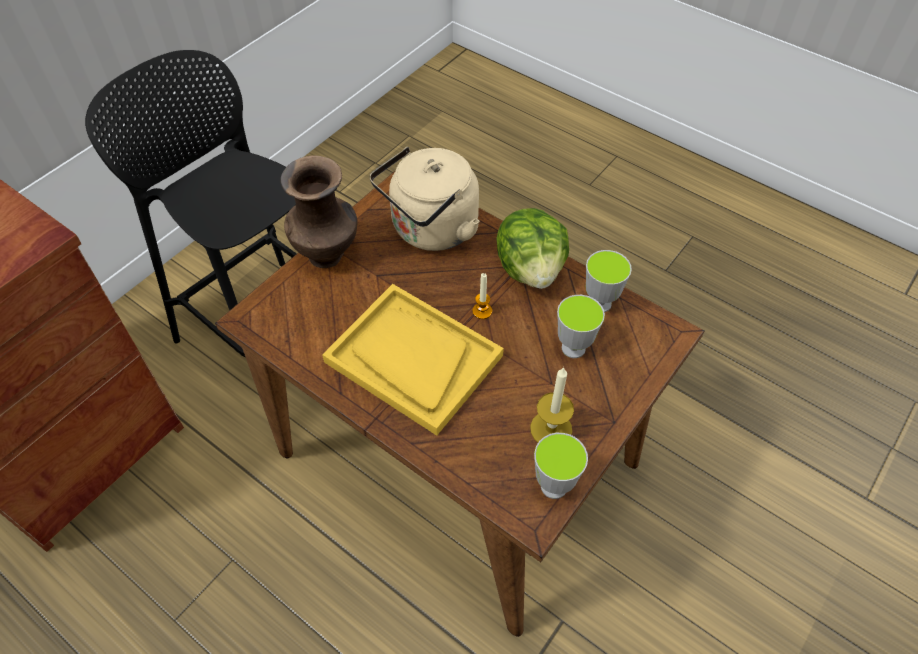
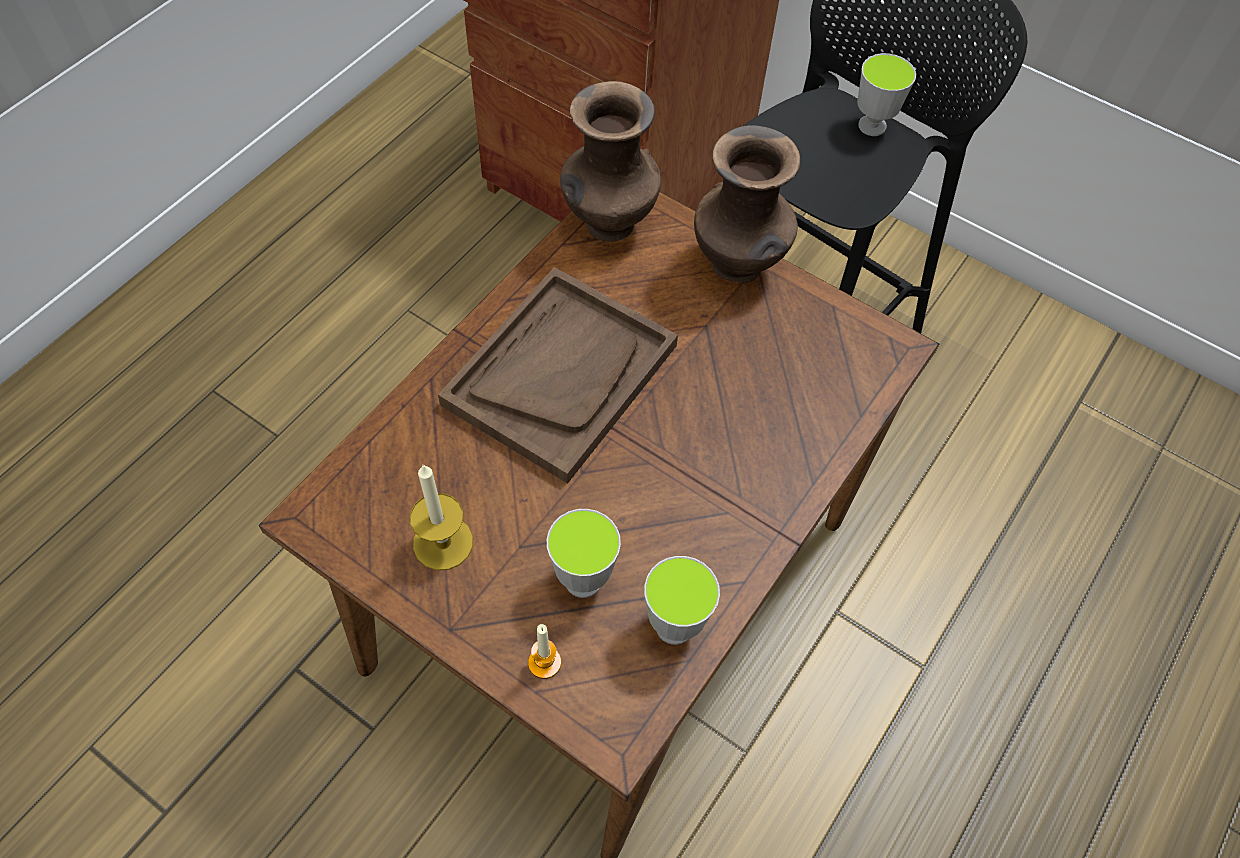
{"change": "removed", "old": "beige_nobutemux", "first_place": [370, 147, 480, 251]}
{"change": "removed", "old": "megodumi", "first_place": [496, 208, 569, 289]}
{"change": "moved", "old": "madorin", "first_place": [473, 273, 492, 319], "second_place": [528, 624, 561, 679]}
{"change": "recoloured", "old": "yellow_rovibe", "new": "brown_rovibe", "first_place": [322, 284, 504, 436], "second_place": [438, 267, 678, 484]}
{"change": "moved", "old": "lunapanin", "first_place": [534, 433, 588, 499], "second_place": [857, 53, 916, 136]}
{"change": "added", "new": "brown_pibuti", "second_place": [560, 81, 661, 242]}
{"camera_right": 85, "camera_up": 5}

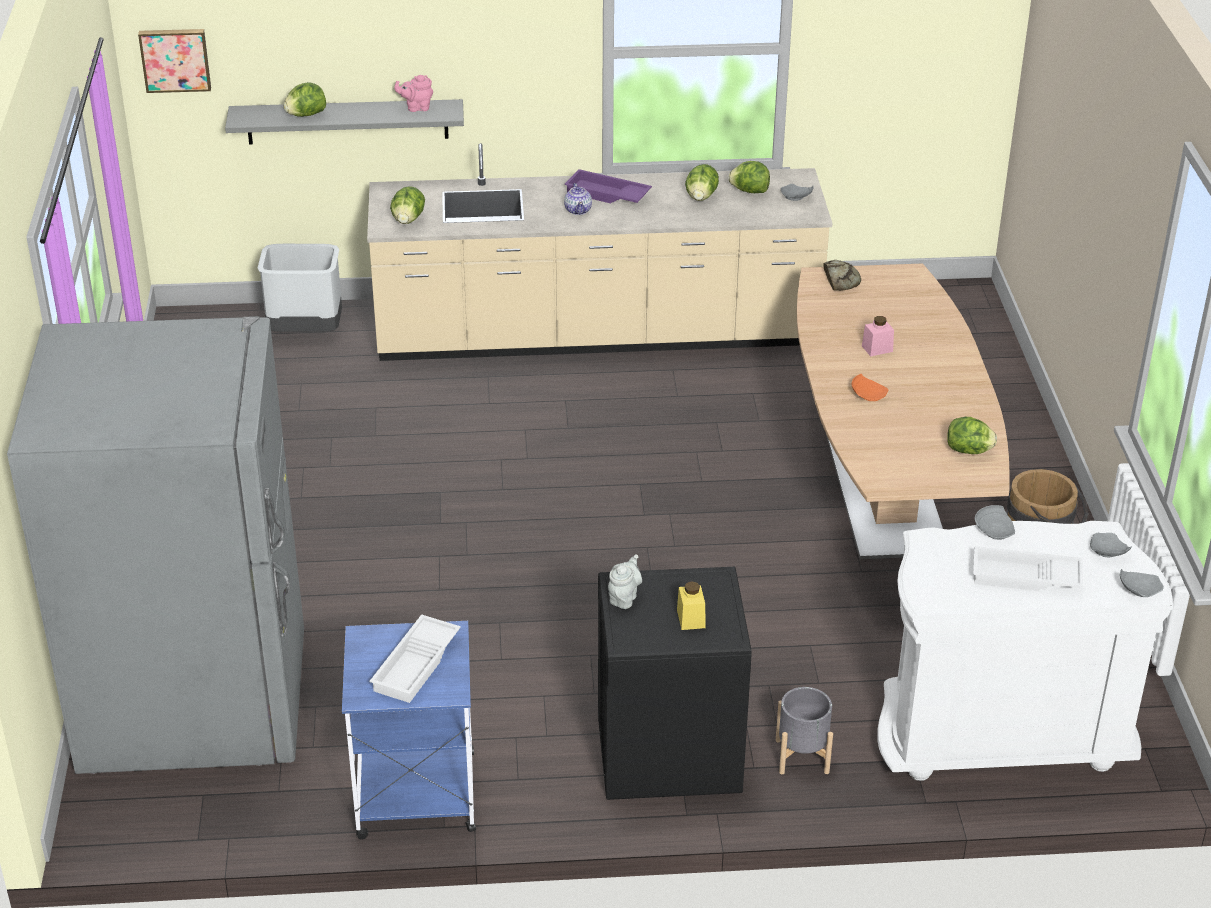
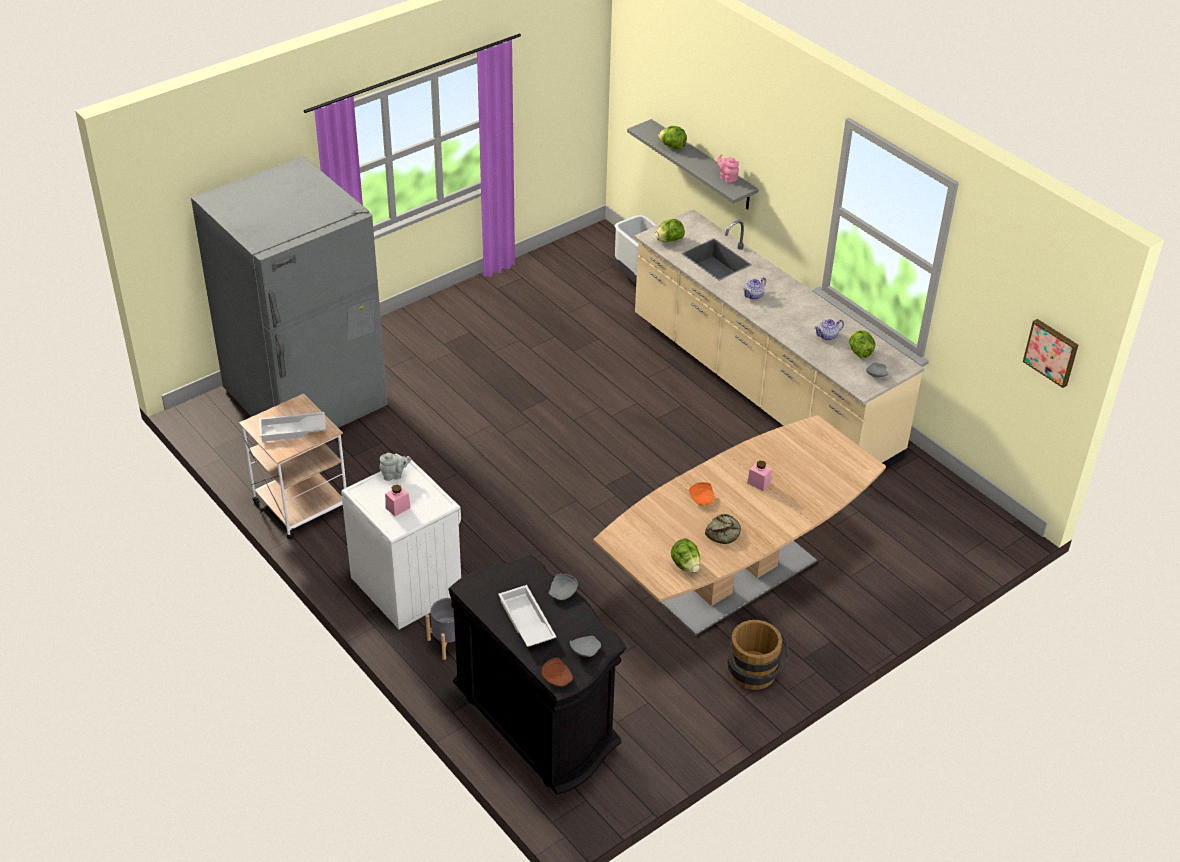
{"change": "moved", "old": "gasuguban", "first_place": [138, 29, 211, 93], "second_place": [1023, 319, 1078, 388]}
{"change": "replaced", "old": "megodumi", "new": "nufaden", "first_place": [685, 164, 719, 201], "second_place": [814, 319, 844, 340]}
{"change": "removed", "old": "purple_rovibe", "first_place": [565, 169, 652, 203]}
{"change": "moved", "old": "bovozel", "first_place": [823, 260, 861, 291], "second_place": [705, 514, 741, 544]}
{"change": "recoloured", "old": "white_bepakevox", "new": "black_bepakevox", "first_place": [877, 521, 1173, 781], "second_place": [448, 554, 627, 795]}
{"change": "recoloured", "old": "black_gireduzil", "new": "white_gireduzil", "first_place": [598, 567, 752, 800], "second_place": [341, 459, 461, 629]}
{"change": "recoloured", "old": "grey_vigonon", "new": "brown_vigonon", "first_place": [1120, 569, 1164, 597], "second_place": [542, 658, 573, 687]}
{"change": "recoloured", "old": "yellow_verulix", "new": "pink_verulix", "first_place": [677, 581, 705, 630], "second_place": [385, 485, 411, 516]}
{"change": "recoloured", "old": "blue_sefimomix", "new": "beige_sefimomix", "first_place": [342, 621, 476, 839], "second_place": [239, 393, 347, 539]}
{"camera_right": 55, "camera_up": 5}

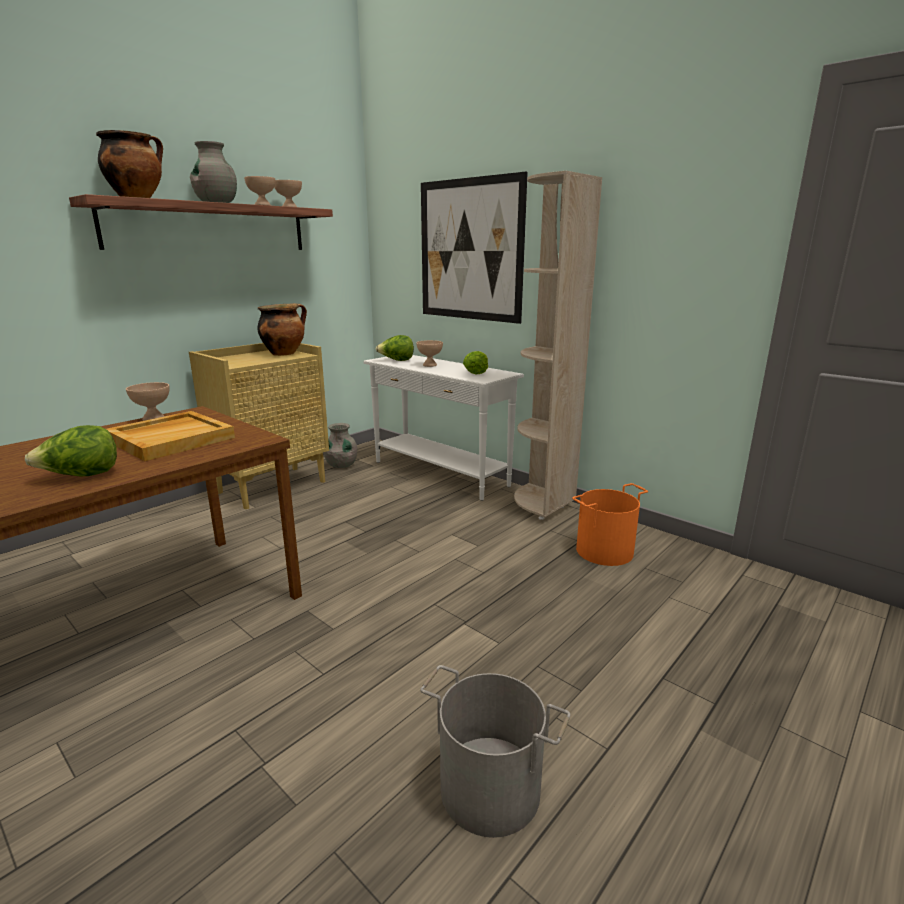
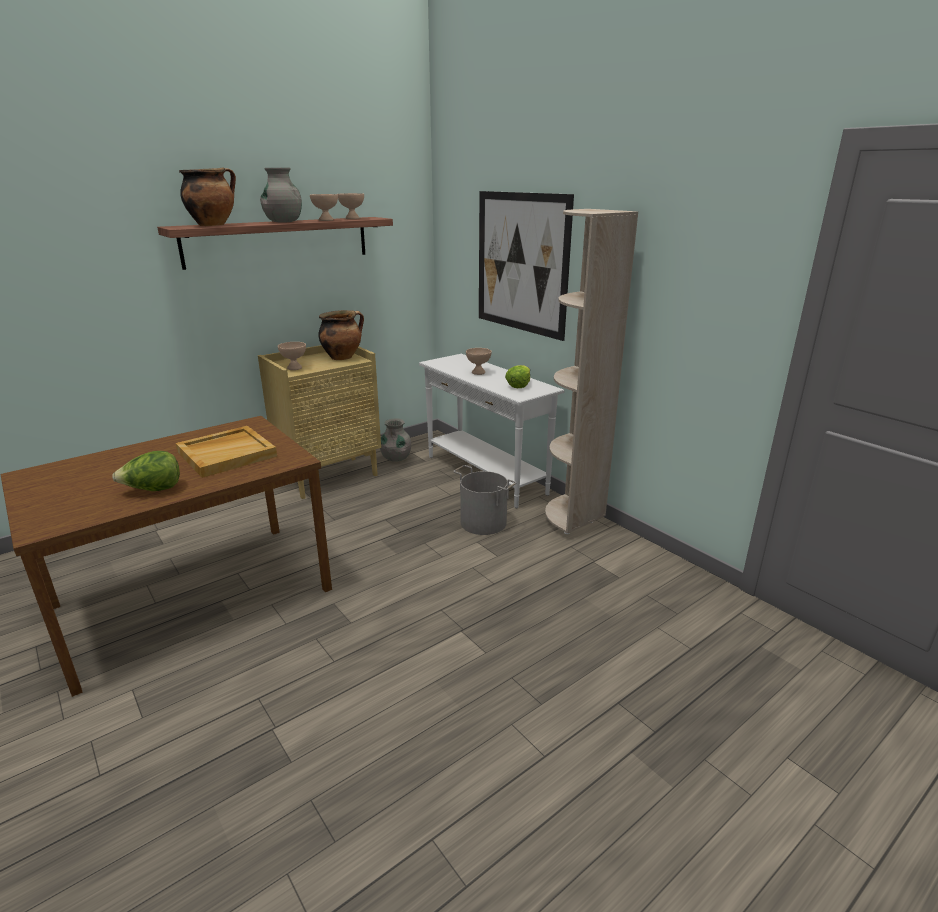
{"change": "removed", "old": "megodumi", "first_place": [376, 335, 414, 361]}
{"change": "moved", "old": "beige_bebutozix", "first_place": [126, 382, 169, 421], "second_place": [278, 342, 306, 370]}
{"change": "removed", "old": "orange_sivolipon", "first_place": [572, 483, 648, 566]}
{"change": "moved", "old": "grey_sivolipon", "first_place": [420, 665, 570, 838], "second_place": [453, 465, 516, 535]}
{"camera_right": 10, "camera_up": 5}

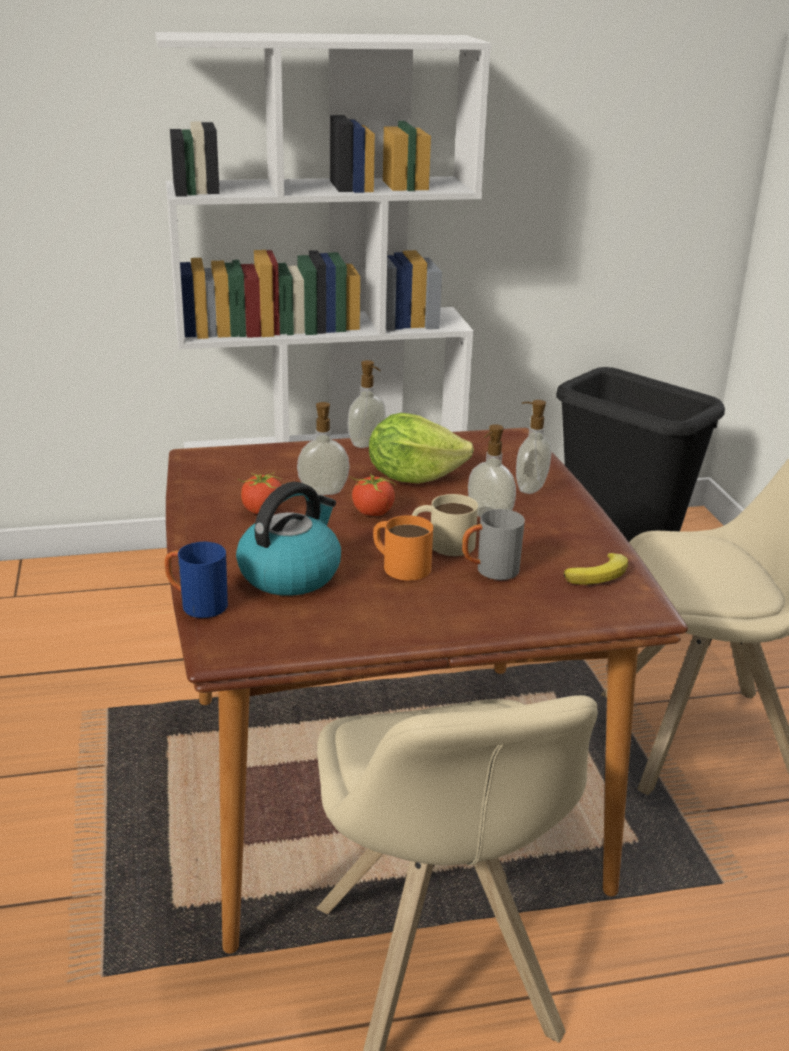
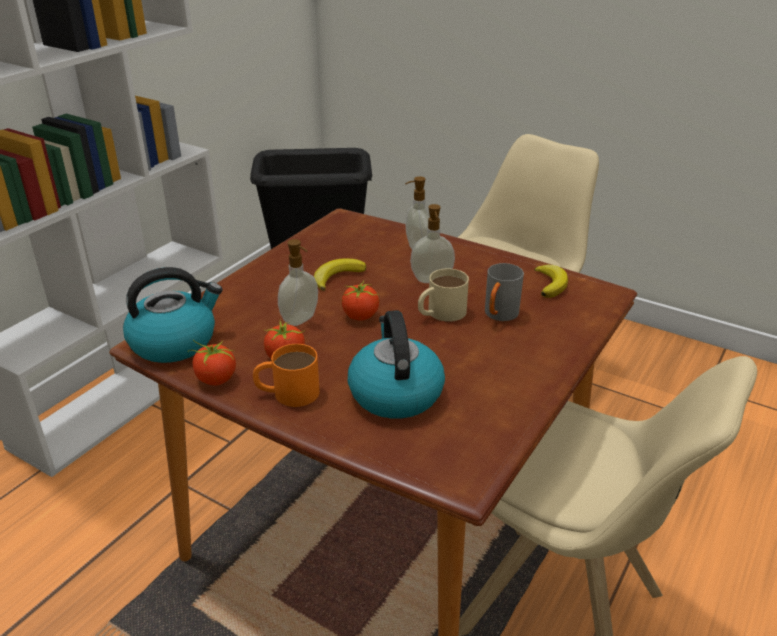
{"change": "removed", "old": "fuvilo", "first_place": [347, 360, 386, 448]}
{"change": "replaced", "old": "megodumi", "new": "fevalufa", "first_place": [369, 413, 474, 484], "second_place": [314, 258, 366, 291]}
{"change": "moved", "old": "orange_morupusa", "first_place": [373, 515, 433, 580], "second_place": [253, 344, 320, 407]}
{"change": "removed", "old": "blue_morupusa", "first_place": [165, 542, 228, 618]}
{"change": "added", "new": "nobutemux", "second_place": [123, 267, 223, 363]}
{"change": "added", "new": "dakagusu", "second_place": [188, 340, 236, 385]}
{"camera_right": -45, "camera_up": 5}

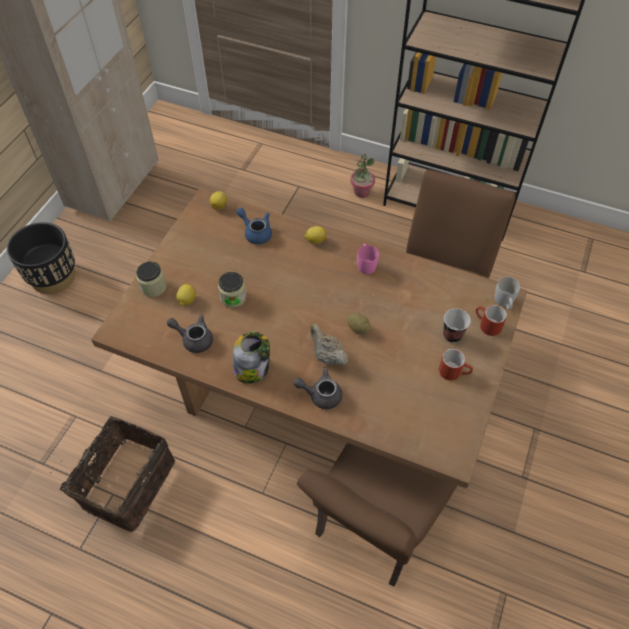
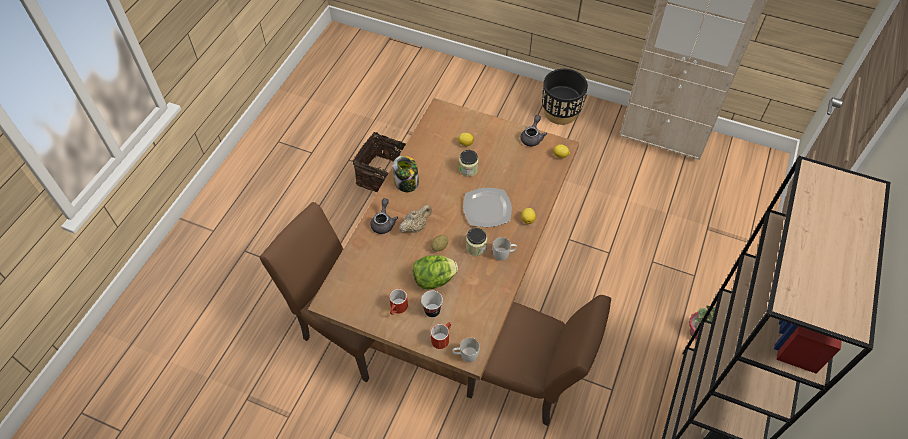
{"change": "removed", "old": "blue_nufaden", "first_place": [236, 208, 272, 244]}
{"change": "recoloured", "old": "pink_morupusa", "new": "white_morupusa", "first_place": [357, 244, 379, 274], "second_place": [493, 237, 517, 261]}
{"change": "moved", "old": "verulix", "first_place": [136, 261, 166, 297], "second_place": [466, 228, 487, 256]}
{"change": "moved", "old": "grey_nufaden", "first_place": [167, 314, 213, 353], "second_place": [521, 115, 547, 146]}
{"change": "added", "new": "vigonon", "second_place": [463, 188, 512, 227]}
{"change": "added", "new": "megodumi", "second_place": [413, 255, 458, 290]}
{"camera_right": 90, "camera_up": 0}

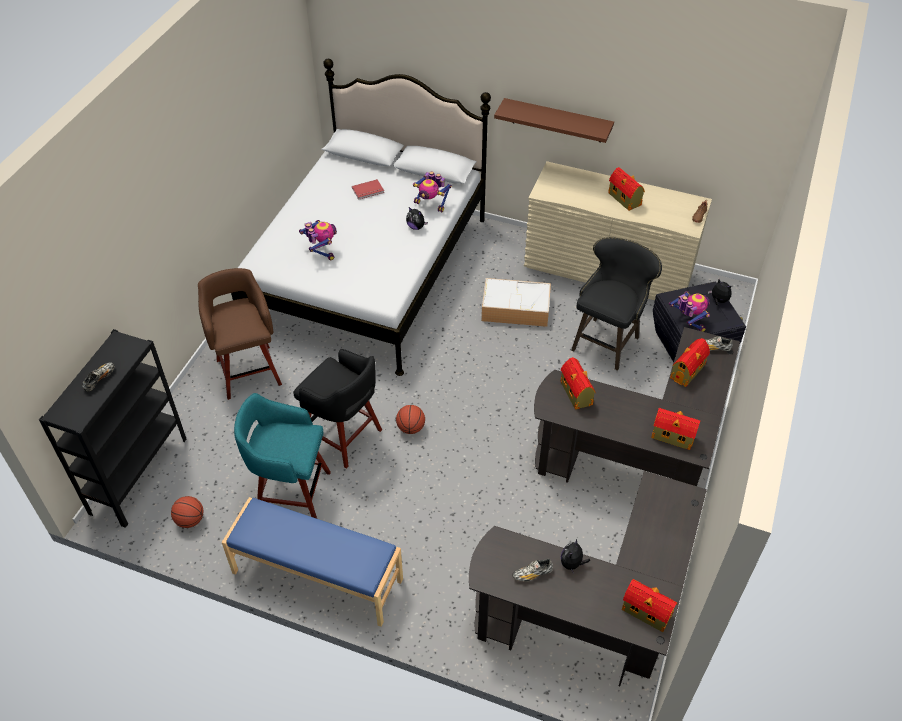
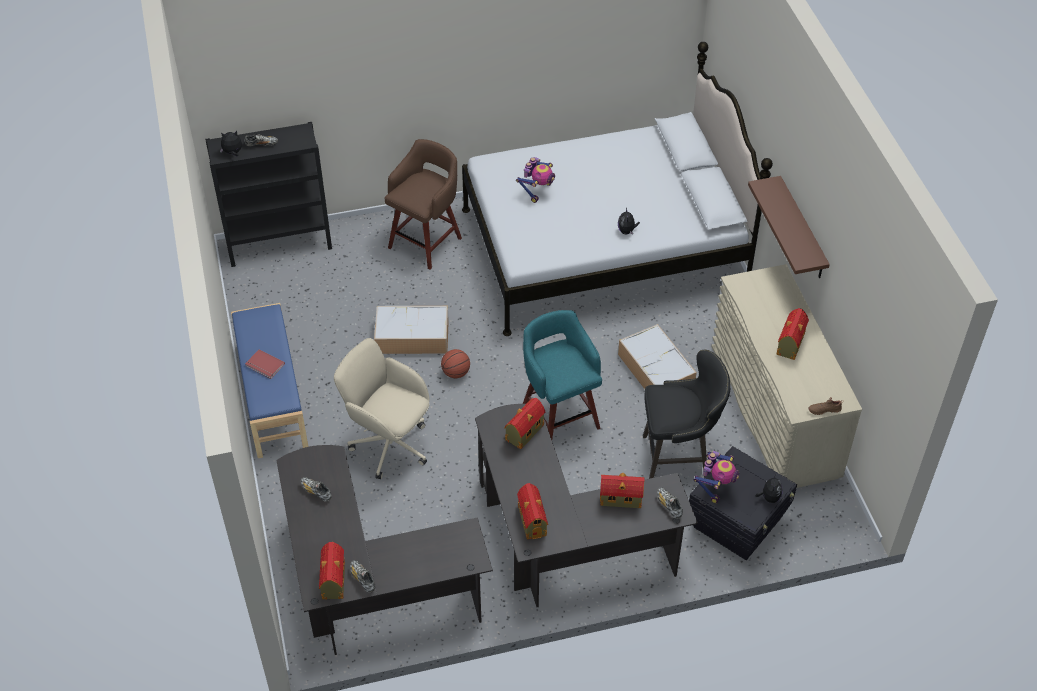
{"change": "removed", "old": "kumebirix", "first_place": [413, 171, 452, 212]}
{"change": "moved", "old": "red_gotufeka", "first_place": [352, 179, 384, 200], "second_place": [245, 350, 285, 379]}
{"change": "replaced", "old": "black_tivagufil", "new": "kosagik", "first_place": [293, 349, 382, 469], "second_place": [374, 306, 449, 354]}
{"change": "moved", "old": "turquoise_tivagufil", "first_place": [234, 393, 331, 519], "second_place": [523, 310, 602, 440]}
{"change": "removed", "old": "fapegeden", "first_place": [171, 496, 204, 528]}
{"change": "moved", "old": "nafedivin", "first_place": [561, 539, 590, 574], "second_place": [220, 131, 242, 156]}
{"change": "added", "new": "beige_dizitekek", "second_place": [334, 338, 430, 479]}
{"change": "added", "new": "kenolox", "second_place": [350, 560, 375, 593]}
{"camera_right": 55, "camera_up": 0}

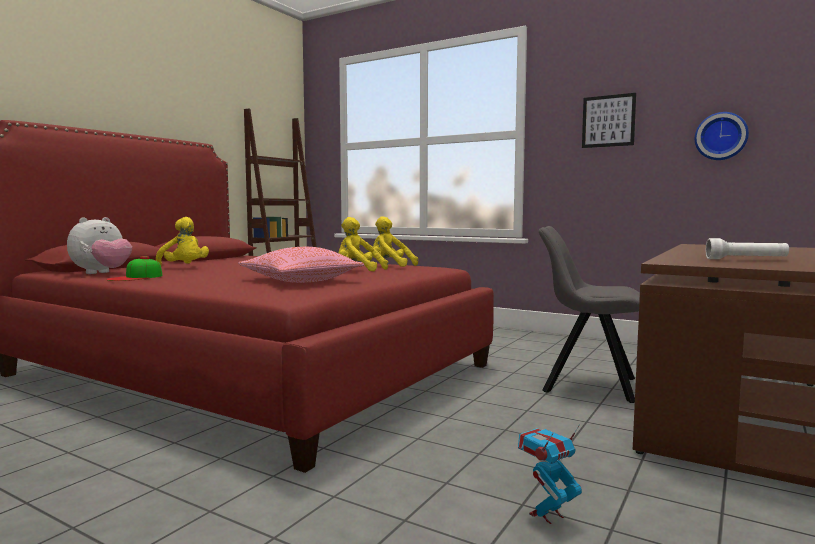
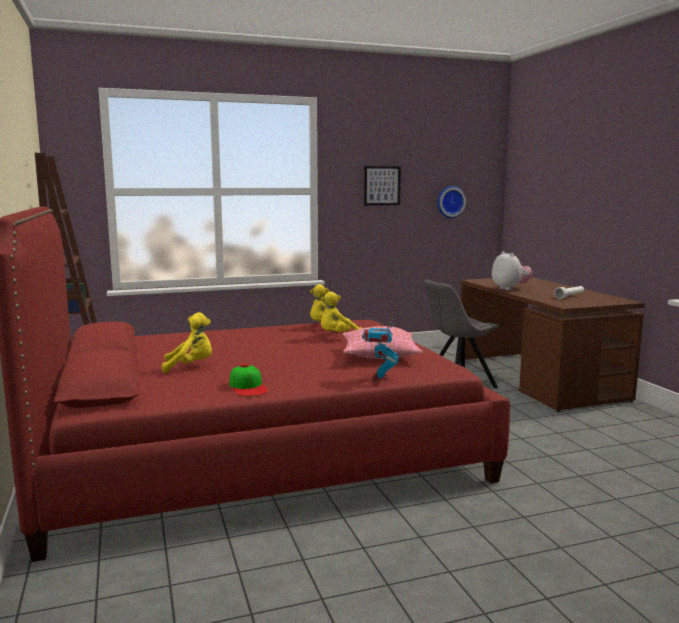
{"change": "moved", "old": "nafedivin", "first_place": [67, 217, 132, 274], "second_place": [492, 251, 532, 290]}
{"change": "moved", "old": "kumebirix", "first_place": [518, 424, 582, 524], "second_place": [362, 318, 399, 380]}
{"camera_right": -50, "camera_up": 5}

